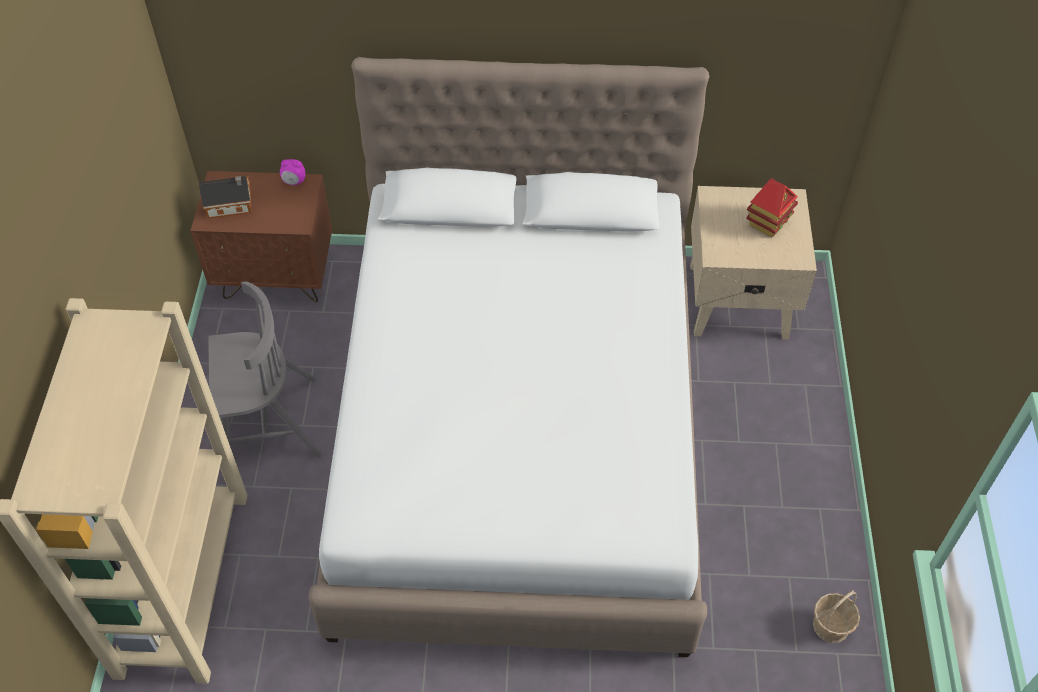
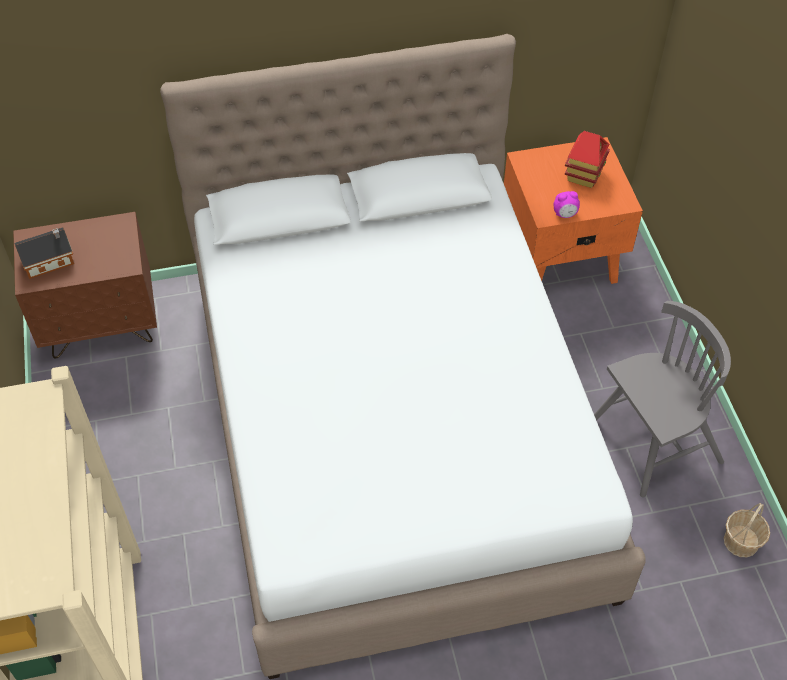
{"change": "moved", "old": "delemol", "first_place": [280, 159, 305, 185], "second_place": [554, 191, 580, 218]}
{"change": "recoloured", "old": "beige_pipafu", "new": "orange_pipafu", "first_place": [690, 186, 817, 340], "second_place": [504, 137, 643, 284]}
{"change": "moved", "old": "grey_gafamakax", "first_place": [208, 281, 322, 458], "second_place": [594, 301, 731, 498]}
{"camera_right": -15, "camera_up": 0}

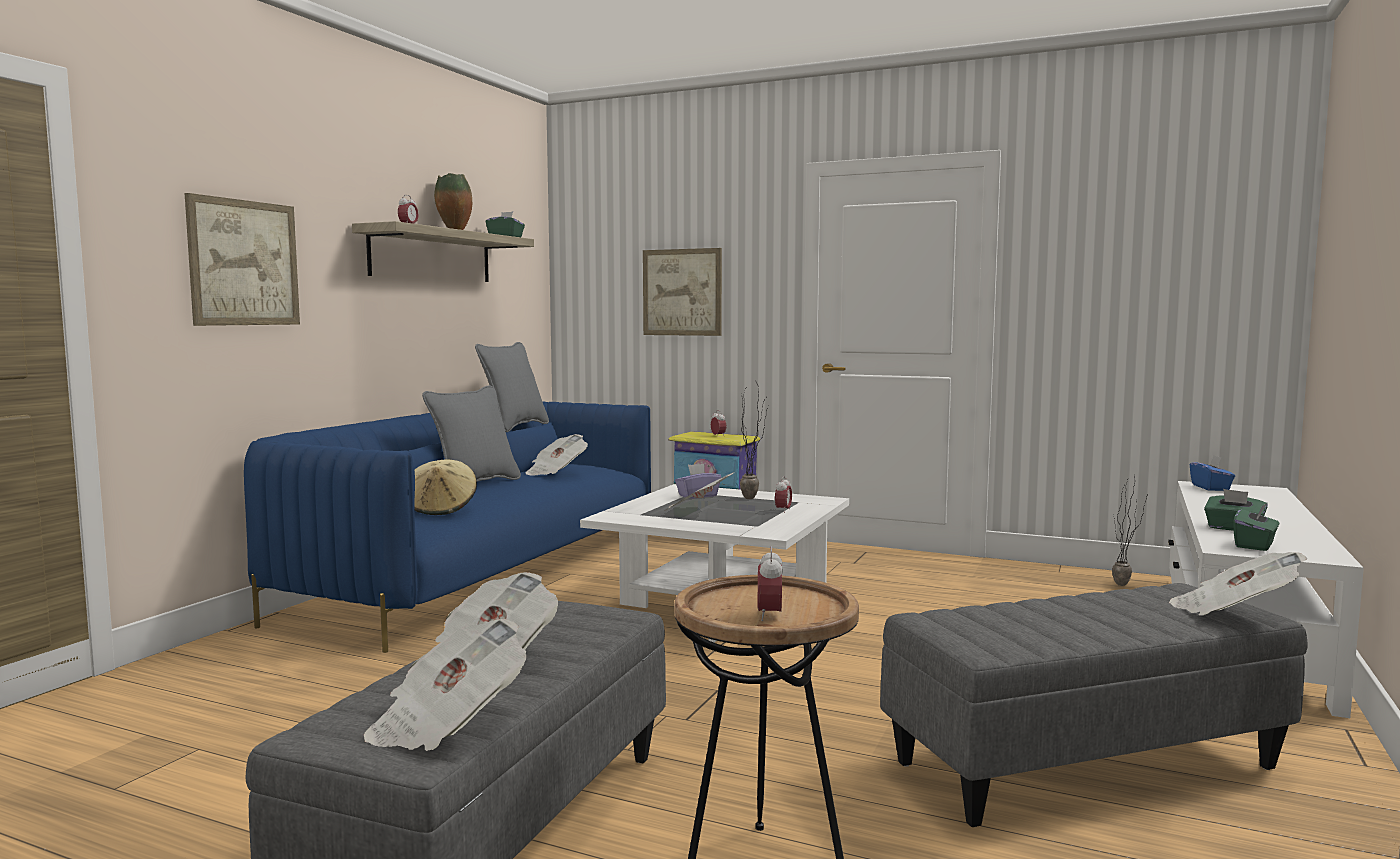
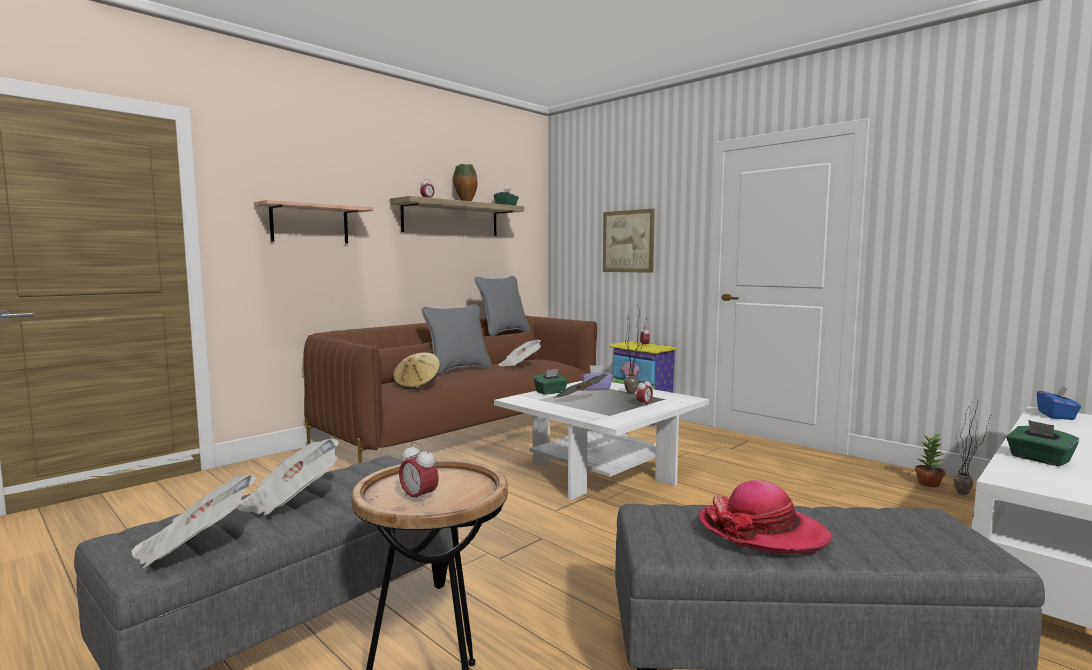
{"change": "replaced", "old": "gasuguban", "new": "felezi", "first_place": [185, 193, 300, 326], "second_place": [254, 200, 373, 243]}
{"change": "recoloured", "old": "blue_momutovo", "new": "brown_momutovo", "first_place": [244, 401, 651, 653], "second_place": [303, 315, 597, 463]}
{"change": "moved", "old": "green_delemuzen", "first_place": [1233, 503, 1279, 551], "second_place": [533, 369, 568, 395]}
{"change": "turned", "old": "delemol", "first_place": [758, 546, 783, 621], "second_place": [399, 441, 439, 505], "degrees": -75}
{"change": "removed", "old": "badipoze", "first_place": [1169, 552, 1307, 615]}
{"change": "added", "new": "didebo", "second_place": [915, 434, 945, 487]}
{"change": "added", "new": "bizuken", "second_place": [698, 480, 833, 553]}
{"camera_right": 20, "camera_up": 0}

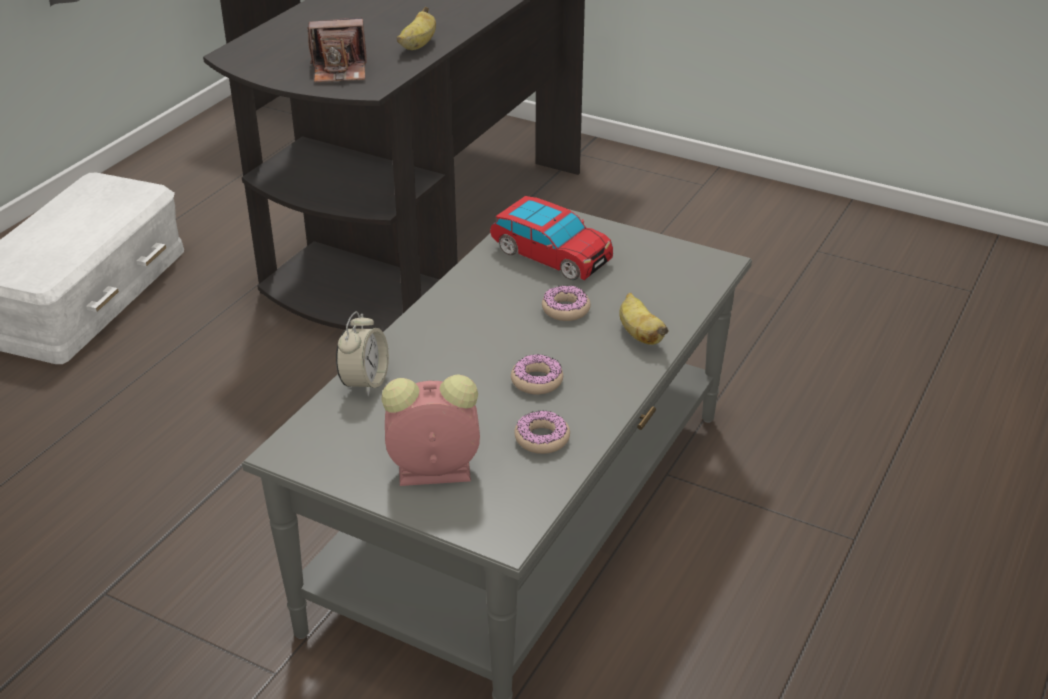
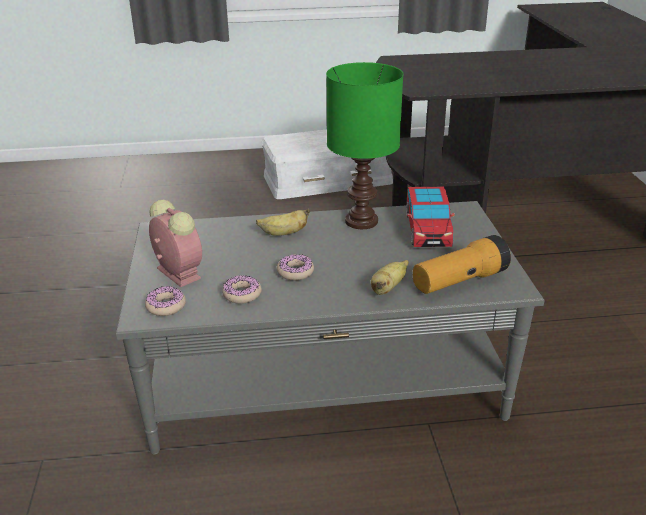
{"change": "moved", "old": "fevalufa", "first_place": [397, 7, 436, 50], "second_place": [256, 208, 310, 236]}
{"change": "removed", "old": "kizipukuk", "first_place": [307, 17, 367, 82]}
{"change": "moved", "old": "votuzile", "first_place": [542, 285, 591, 321], "second_place": [145, 286, 186, 316]}
{"change": "removed", "old": "delemol", "first_place": [336, 311, 389, 396]}
{"change": "added", "new": "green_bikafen", "second_place": [326, 62, 403, 229]}
{"change": "added", "new": "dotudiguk", "second_place": [413, 235, 511, 294]}
{"camera_right": 55, "camera_up": -5}

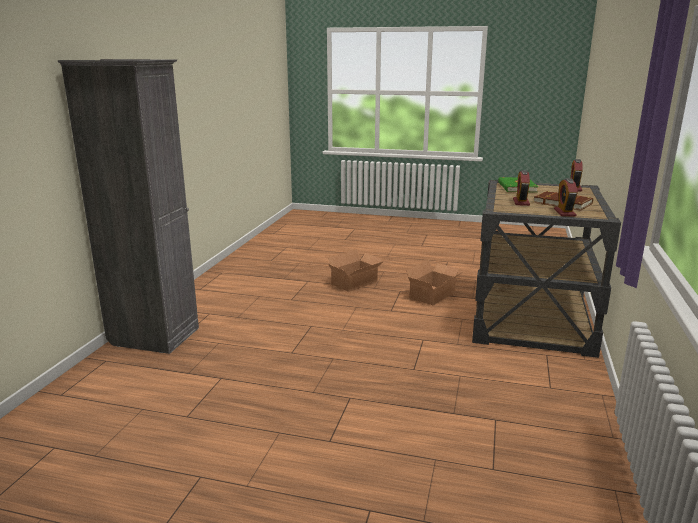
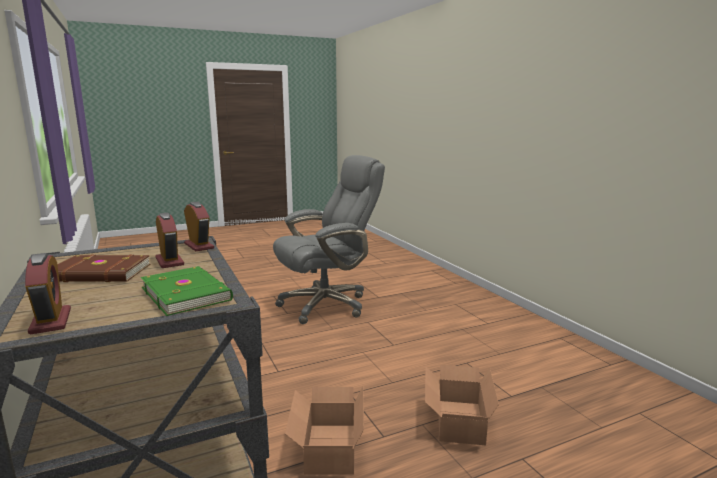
{"change": "removed", "old": "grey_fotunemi", "first_place": [58, 59, 199, 354]}
{"change": "moved", "old": "delemol", "first_place": [554, 178, 578, 217], "second_place": [184, 202, 214, 251]}
{"change": "added", "new": "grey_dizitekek", "second_place": [273, 155, 385, 324]}
{"camera_right": 140, "camera_up": -5}

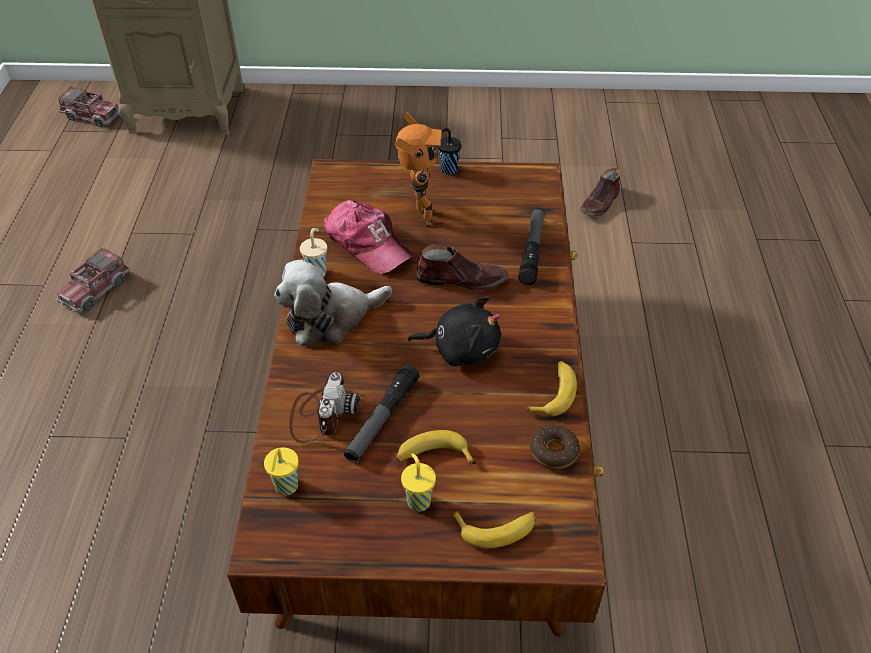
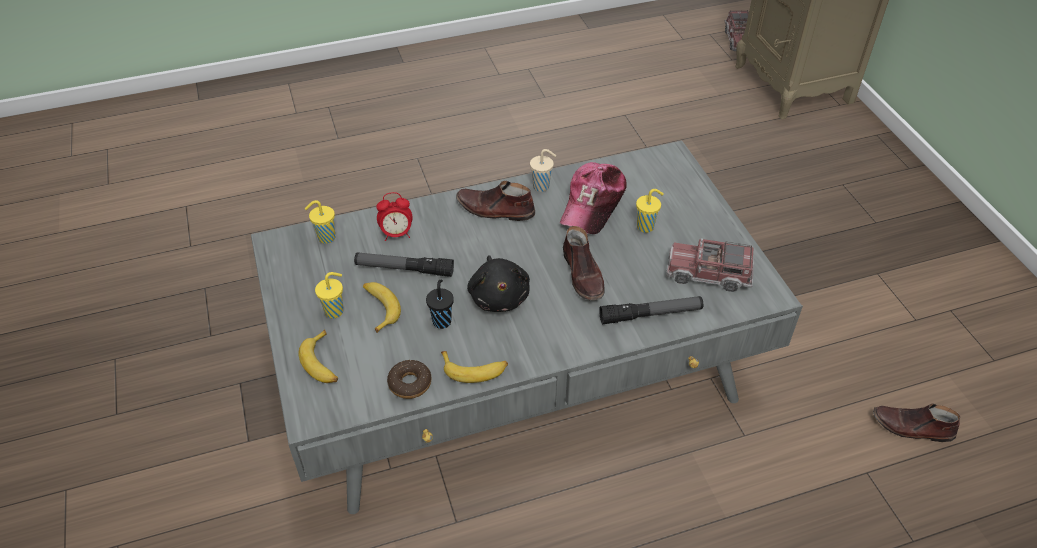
{"change": "replaced", "old": "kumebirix", "new": "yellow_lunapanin", "first_place": [395, 113, 442, 227], "second_place": [636, 189, 664, 233]}
{"change": "moved", "old": "black_lunapanin", "first_place": [438, 128, 462, 175], "second_place": [426, 279, 454, 329]}
{"change": "recoloured", "old": "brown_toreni", "new": "grey_toreni", "first_place": [227, 159, 607, 637], "second_place": [251, 141, 803, 514]}
{"change": "moved", "old": "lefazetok", "first_place": [56, 248, 131, 313], "second_place": [666, 238, 754, 292]}
{"change": "replaced", "old": "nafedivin", "new": "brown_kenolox", "first_place": [274, 260, 392, 346], "second_place": [456, 181, 535, 221]}
{"change": "replaced", "old": "kizipukuk", "new": "delemol", "first_place": [289, 372, 359, 443], "second_place": [376, 192, 412, 241]}
{"camera_right": 70, "camera_up": 0}

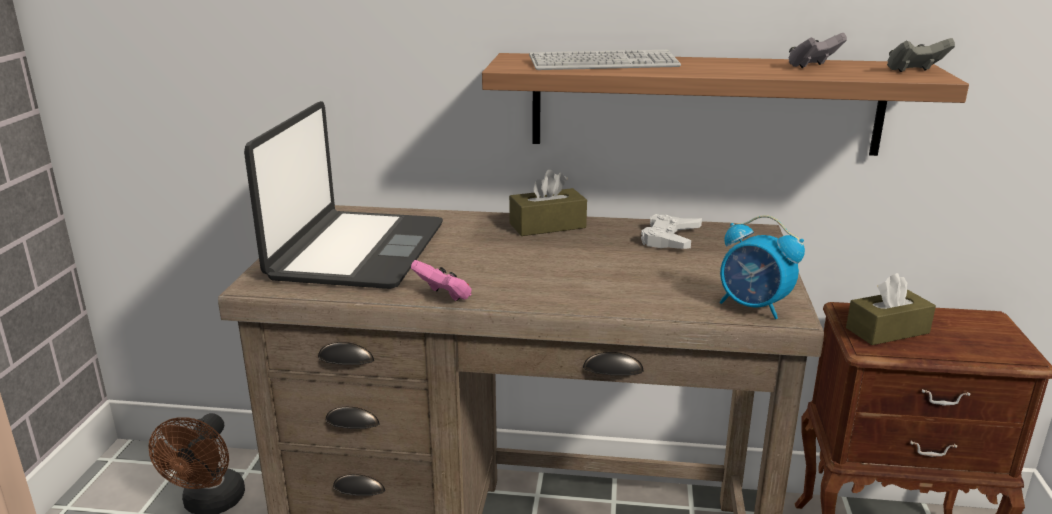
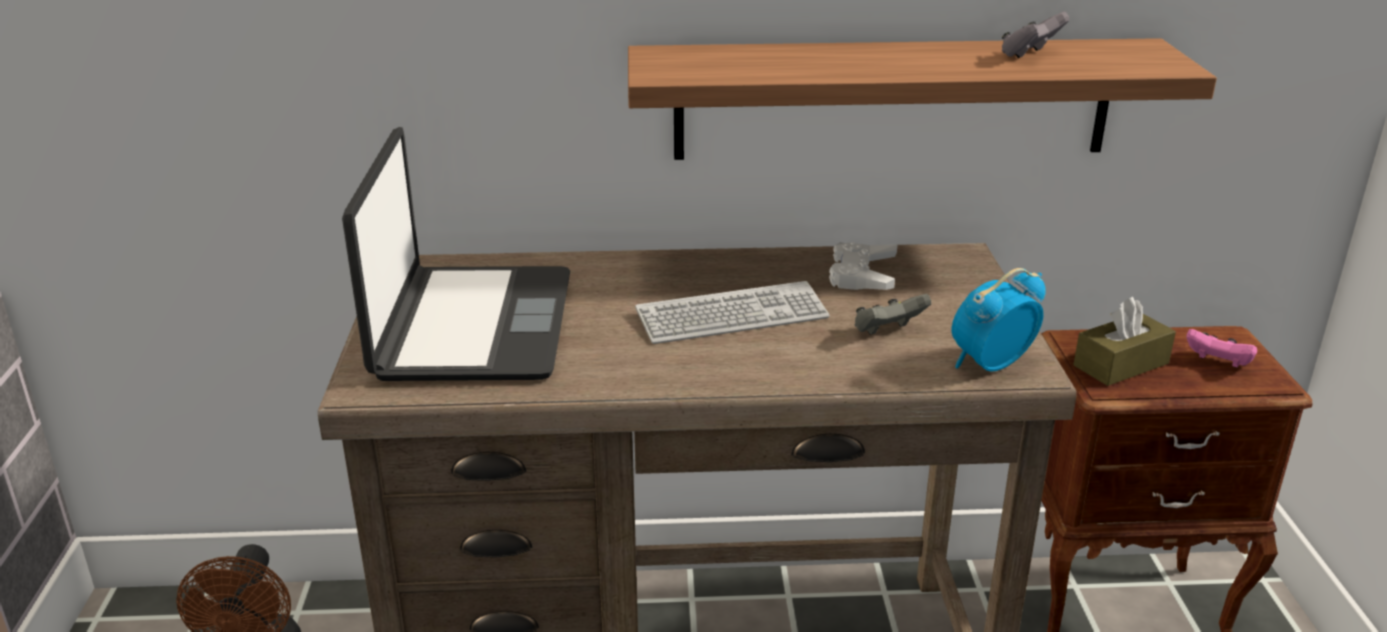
{"change": "moved", "old": "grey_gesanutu", "first_place": [887, 38, 955, 72], "second_place": [854, 294, 931, 335]}
{"change": "moved", "old": "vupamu", "first_place": [529, 50, 681, 70], "second_place": [635, 281, 830, 344]}
{"change": "removed", "old": "brown_delemuzen", "first_place": [509, 170, 587, 236]}
{"change": "turned", "old": "delemol", "first_place": [720, 215, 805, 319], "second_place": [952, 268, 1046, 372], "degrees": 120}
{"change": "moved", "old": "pink_gesanutu", "first_place": [411, 260, 472, 301], "second_place": [1187, 329, 1257, 368]}
{"camera_right": -10, "camera_up": 5}

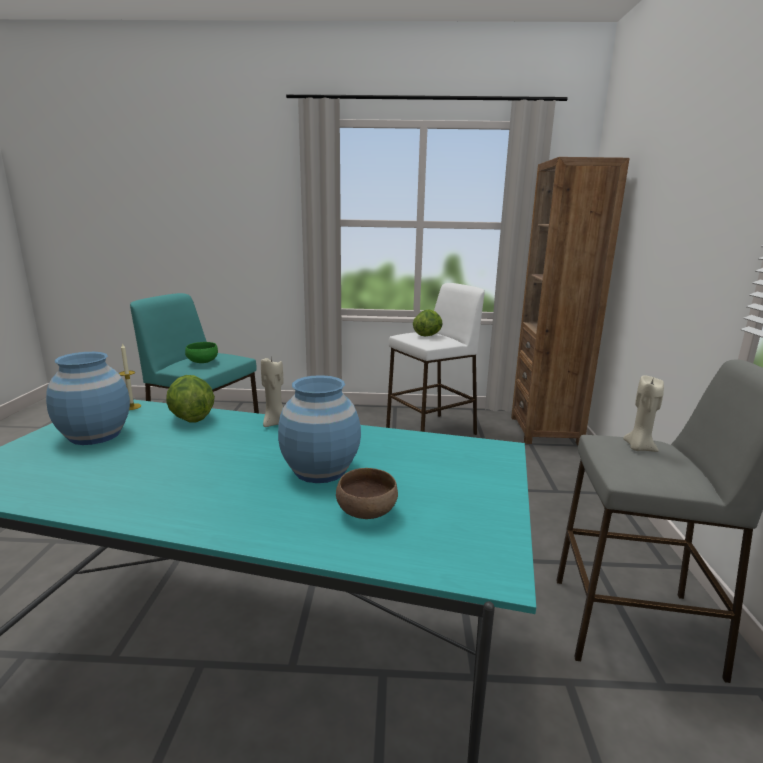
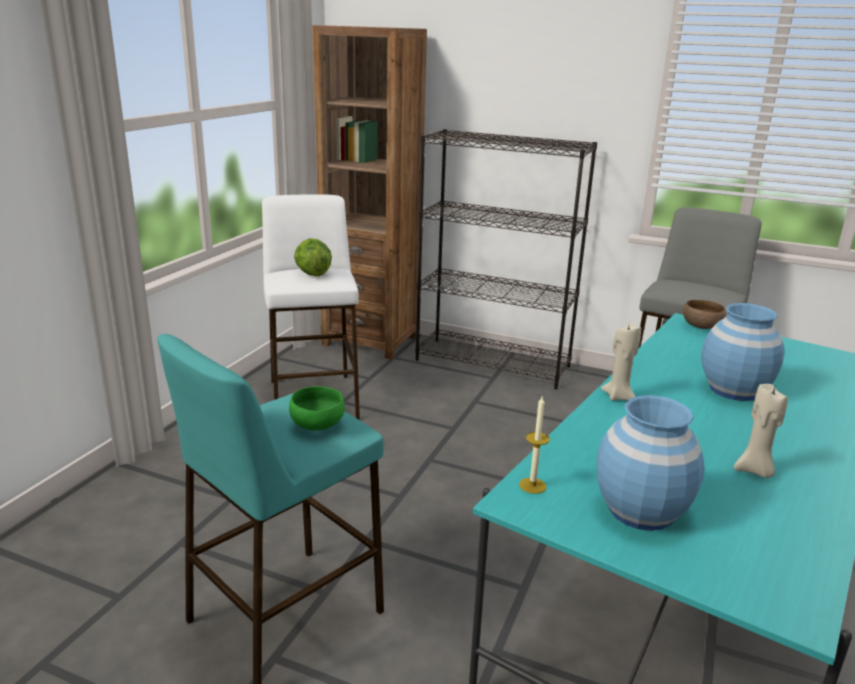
{"change": "removed", "old": "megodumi", "first_place": [166, 375, 215, 422]}
{"change": "moved", "old": "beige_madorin", "first_place": [623, 375, 664, 452], "second_place": [734, 384, 788, 478]}
{"change": "moved", "old": "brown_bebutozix", "first_place": [336, 468, 398, 519], "second_place": [683, 300, 726, 329]}
{"change": "added", "new": "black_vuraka", "second_place": [415, 129, 597, 389]}
{"camera_right": -70, "camera_up": 5}

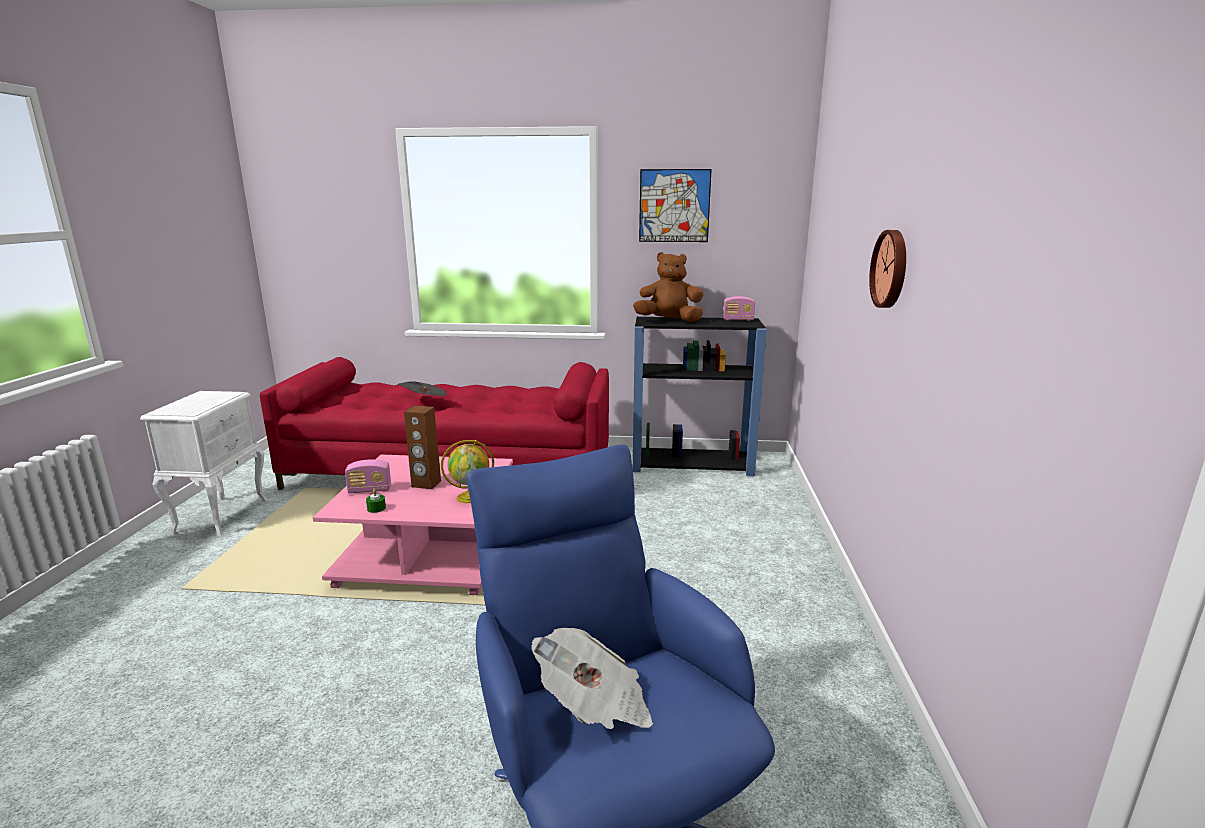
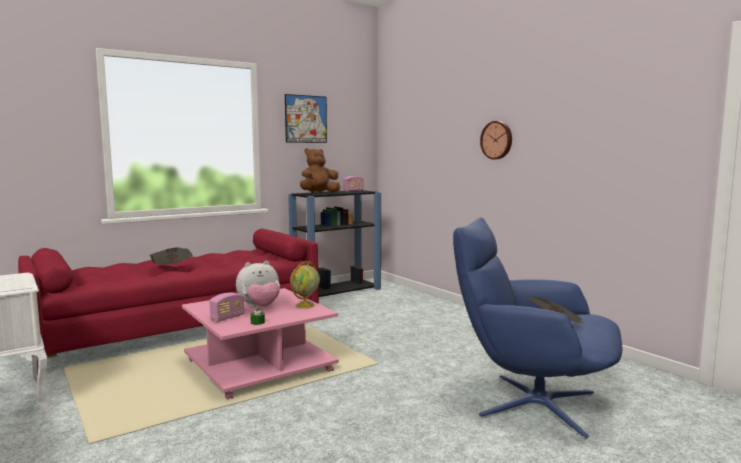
{"change": "replaced", "old": "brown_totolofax", "new": "nafedivin", "first_place": [404, 405, 441, 489], "second_place": [236, 261, 280, 308]}
{"camera_right": -40, "camera_up": -10}

